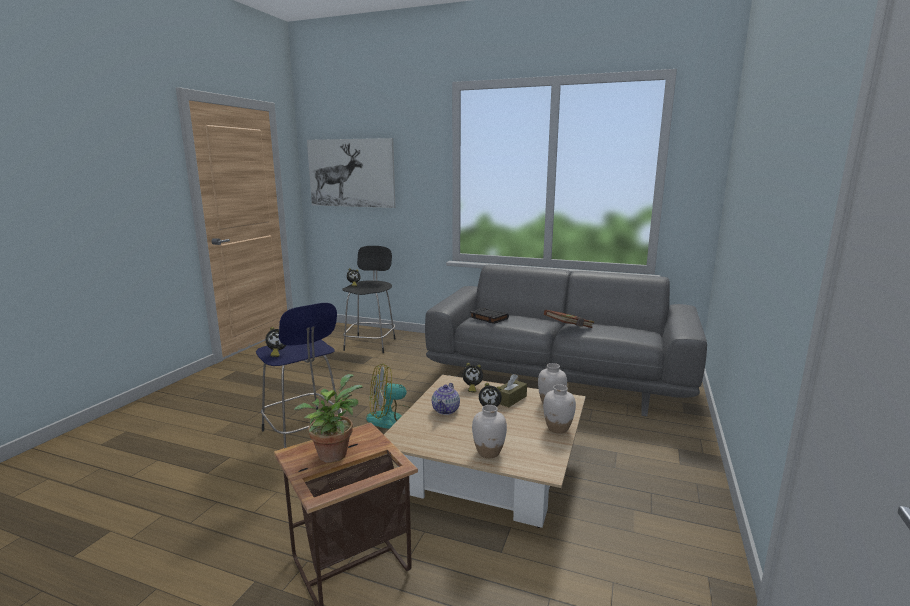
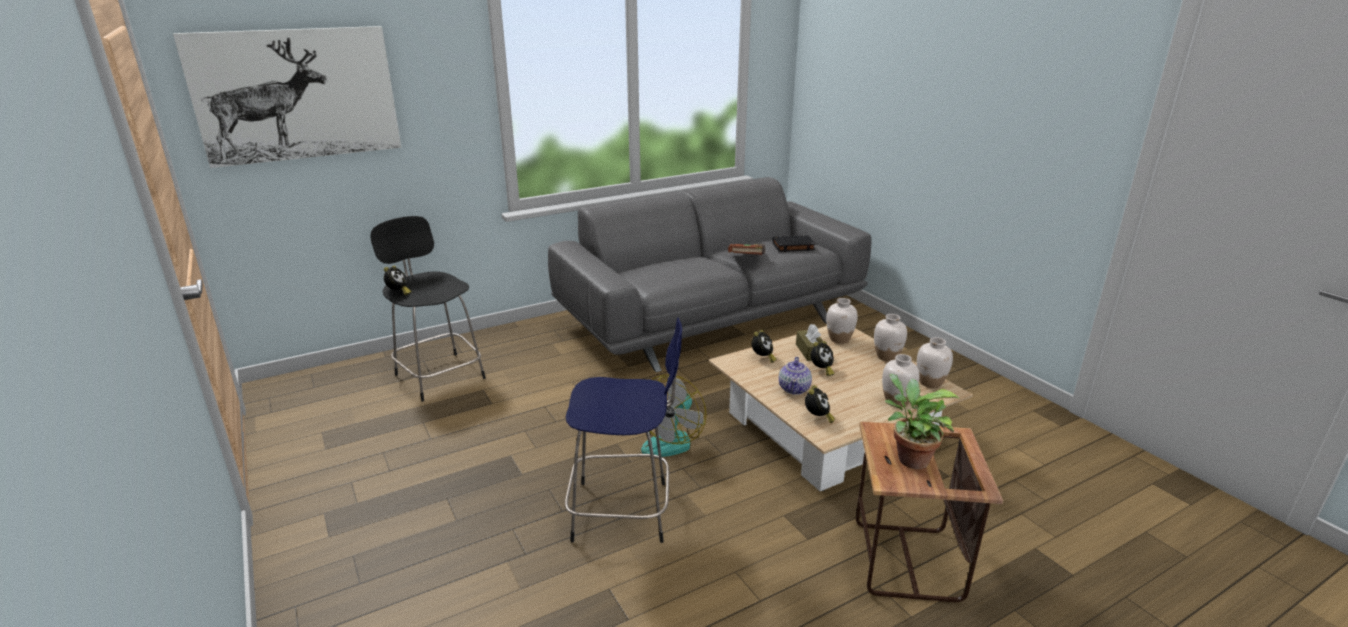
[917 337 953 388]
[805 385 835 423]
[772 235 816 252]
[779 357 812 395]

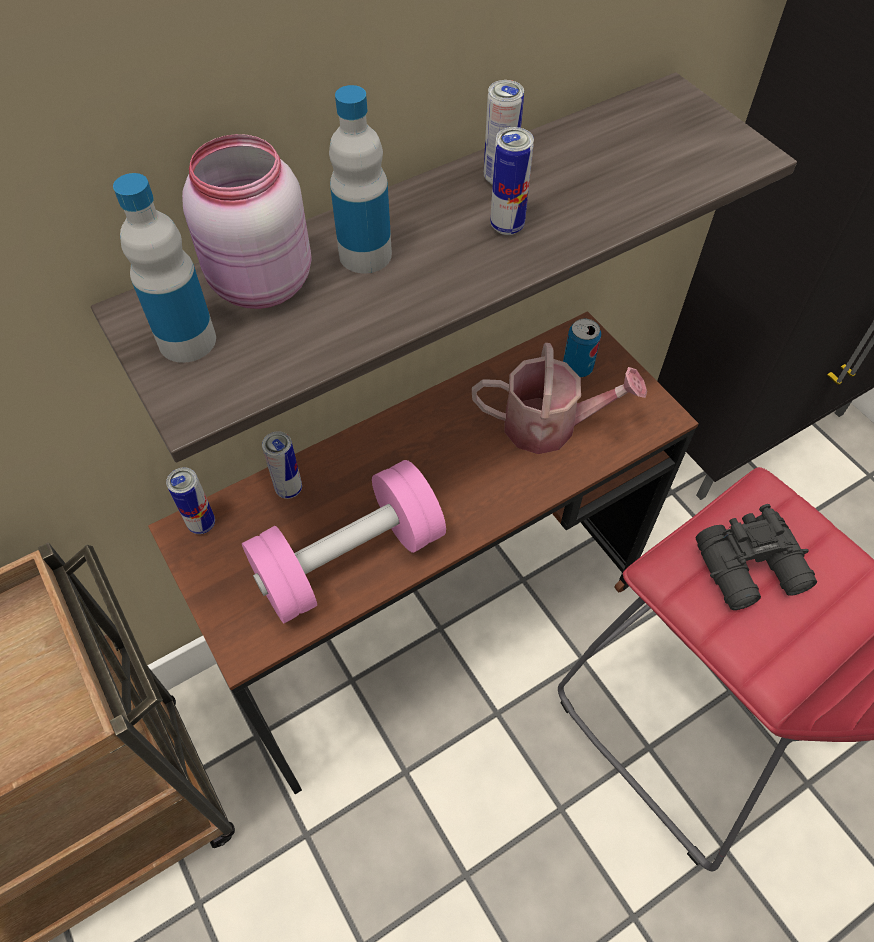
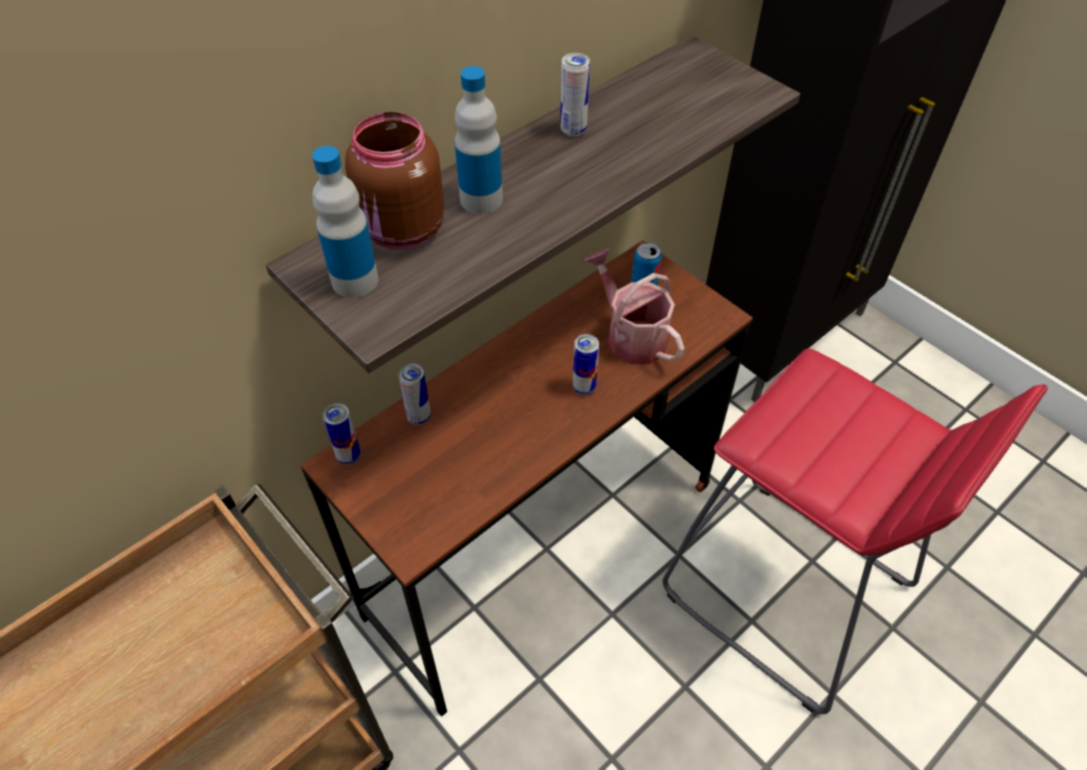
[242 460 446 624] (first image)
[696 504 817 610] (first image)
[573 334 599 395]
[345 112 445 250]
[584 249 685 364]

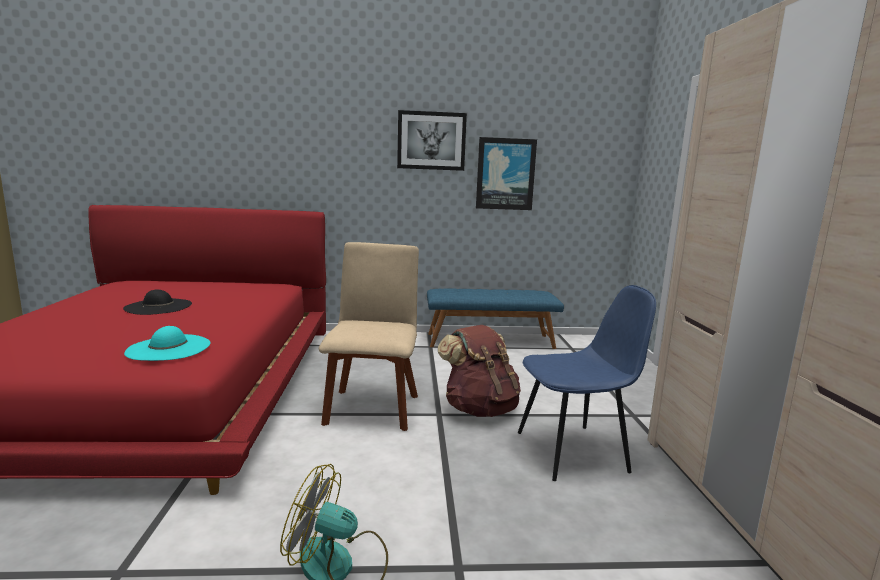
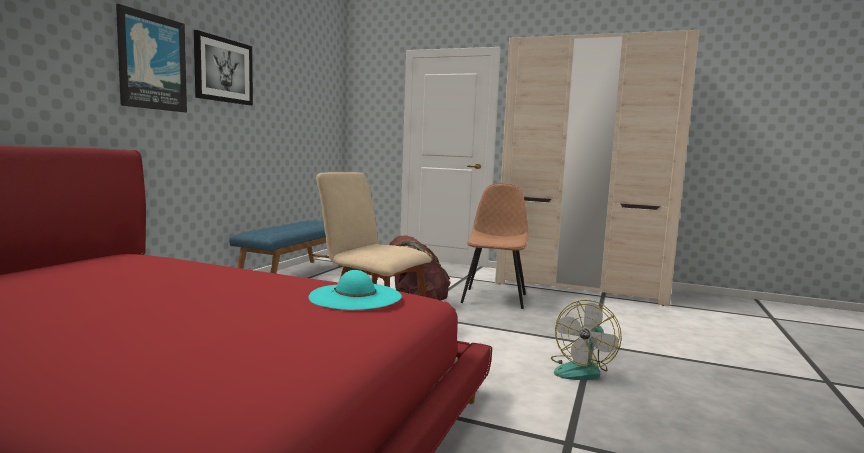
[123 290 192 315] (first image)
[116 4 187 113]
[461 183 528 309]

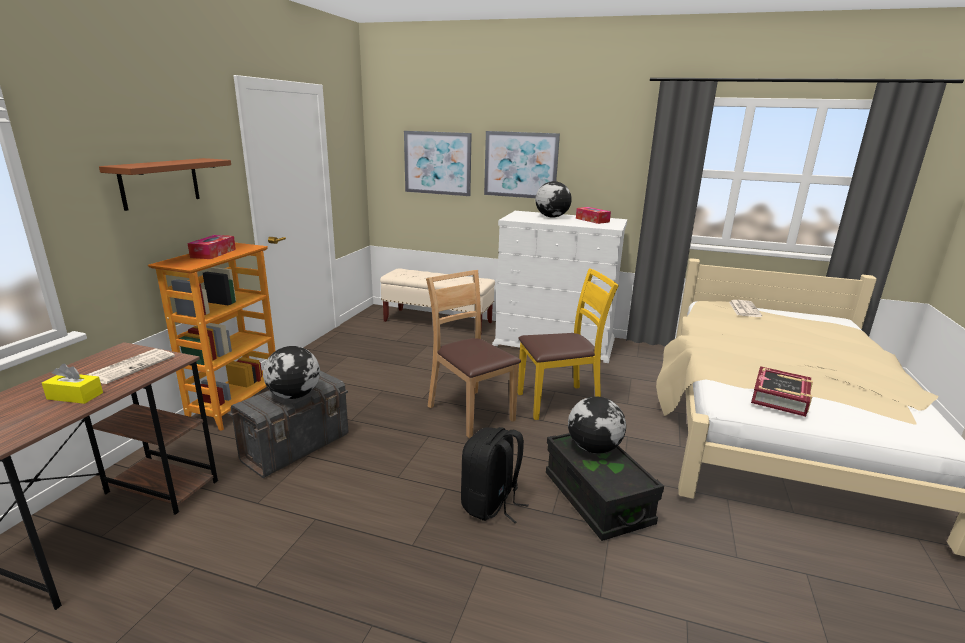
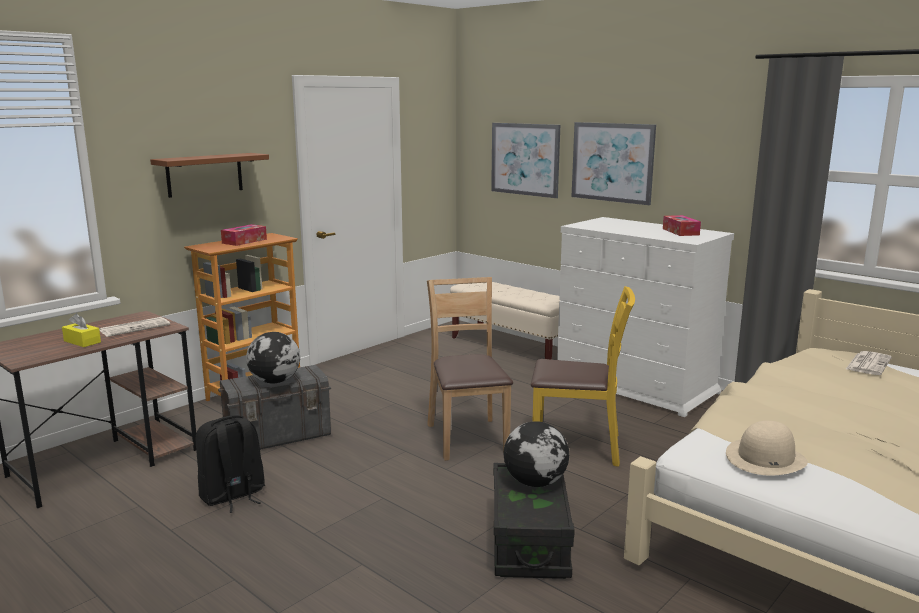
[535 181 572 218] (first image)
[196 415 265 513]
[726 421 808 476]

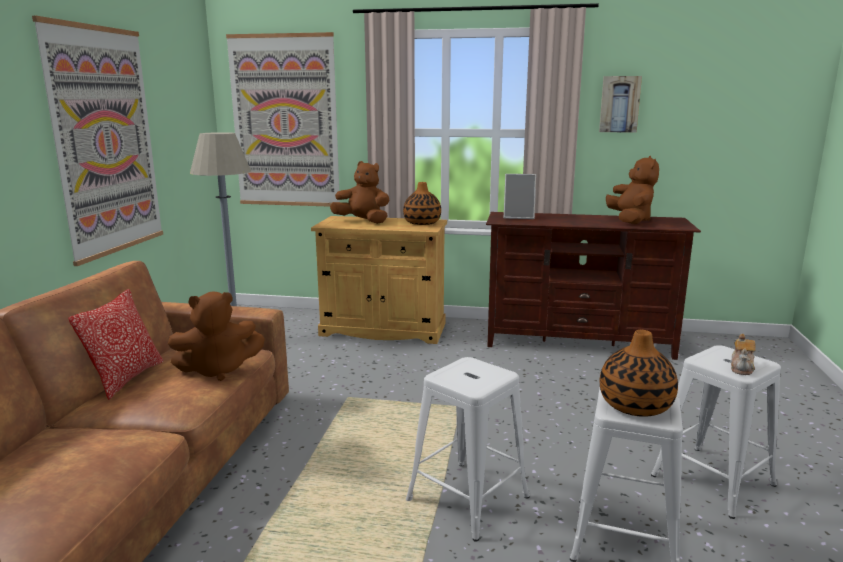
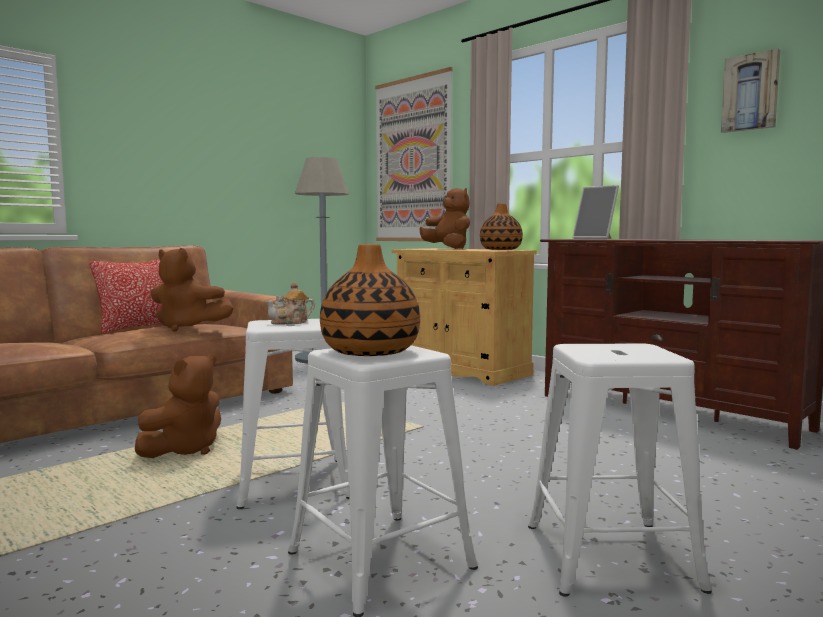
[32 16 163 266] (first image)
[135 353 221 458]
[265 282 315 325]

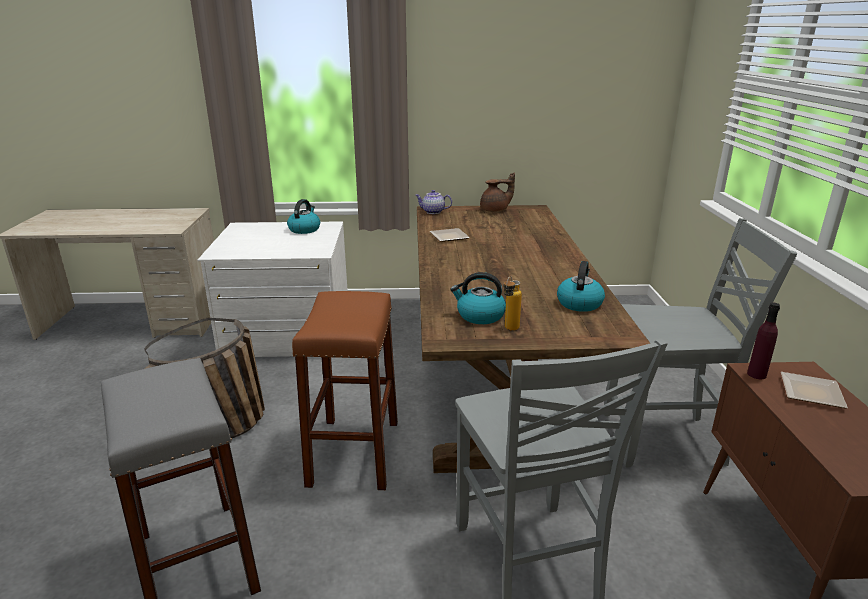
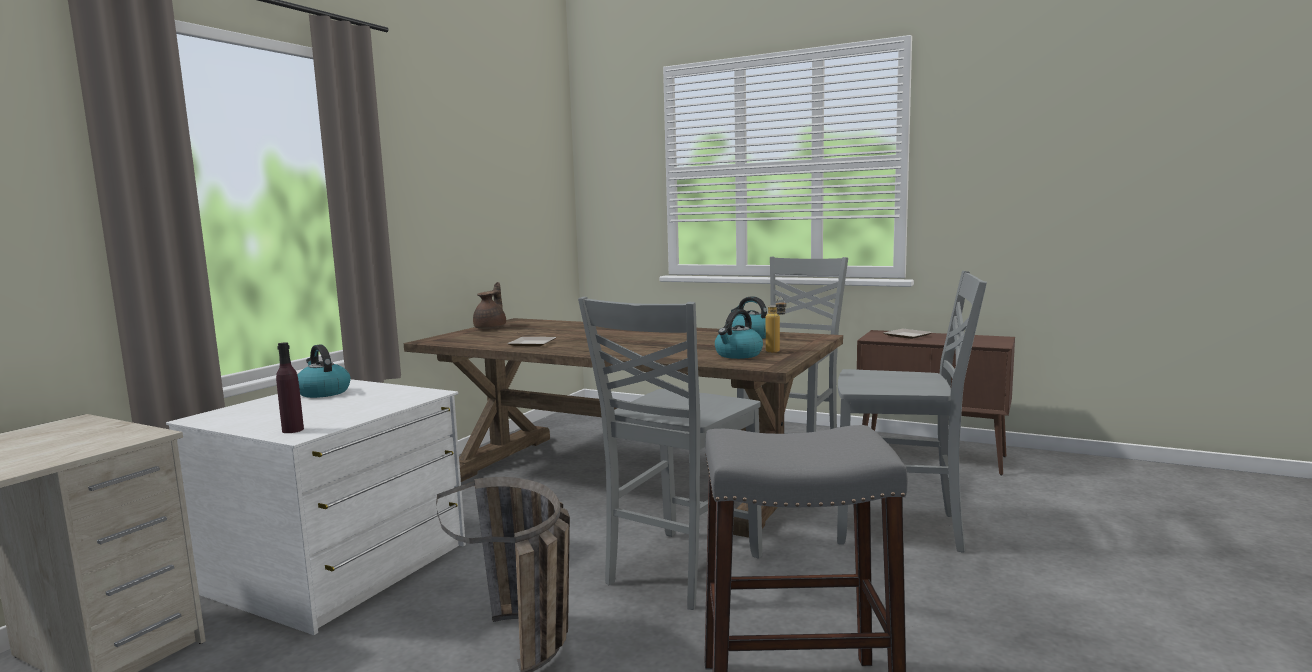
[415 190 452 214] (first image)
[276 342 304 433]
[578 297 762 610]

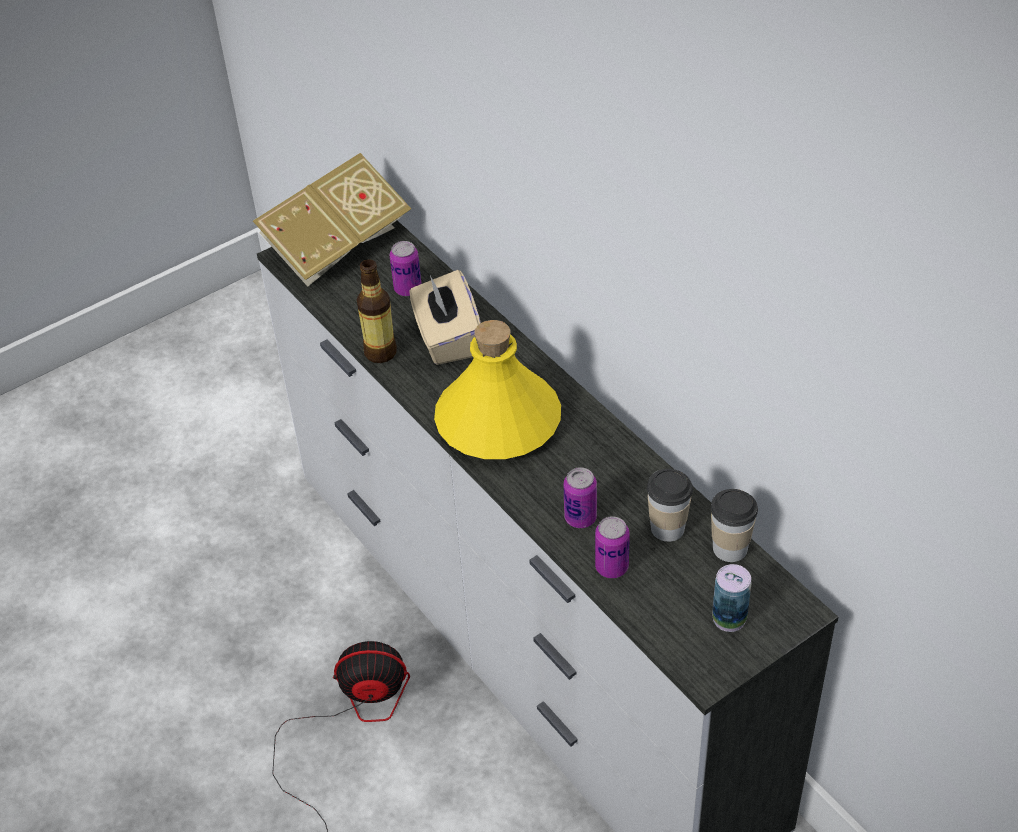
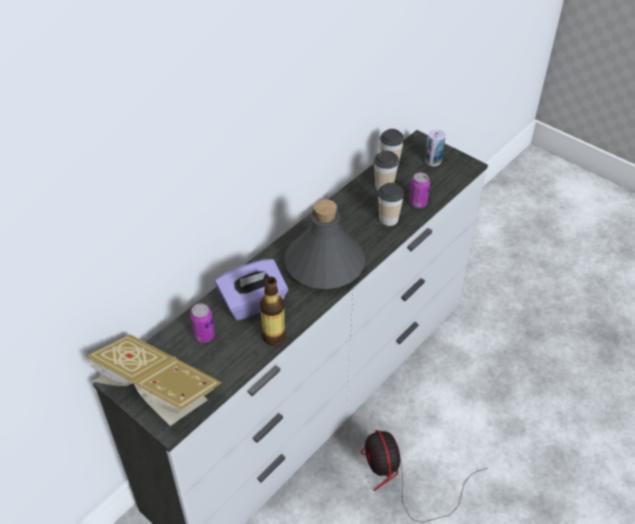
[378 183 404 226]
[215 259 288 321]
[284 199 365 289]

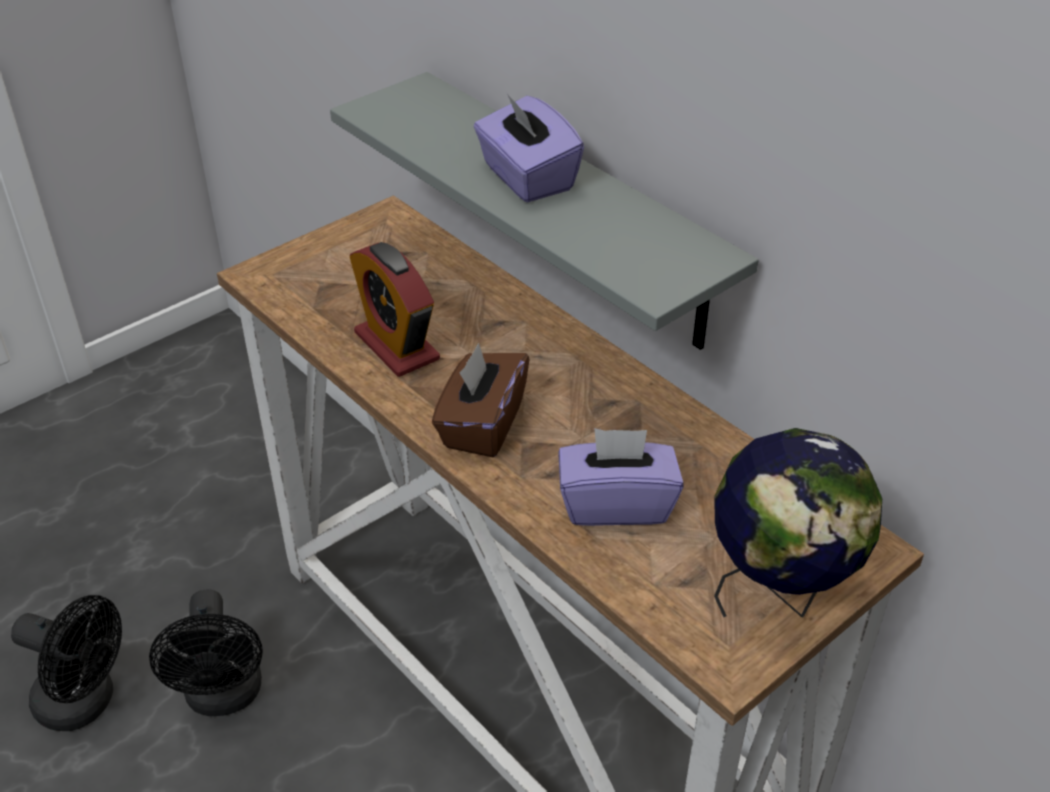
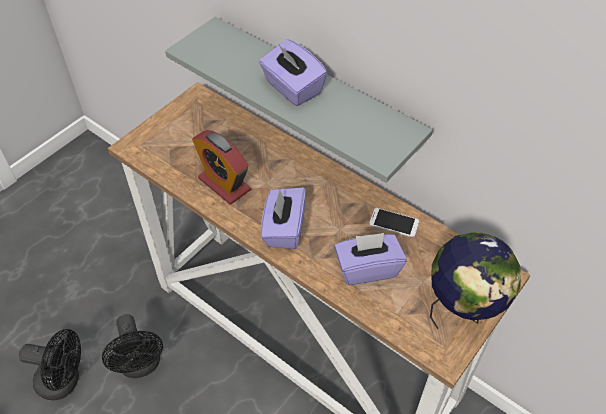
[369 208 420 237]
[261 187 306 249]

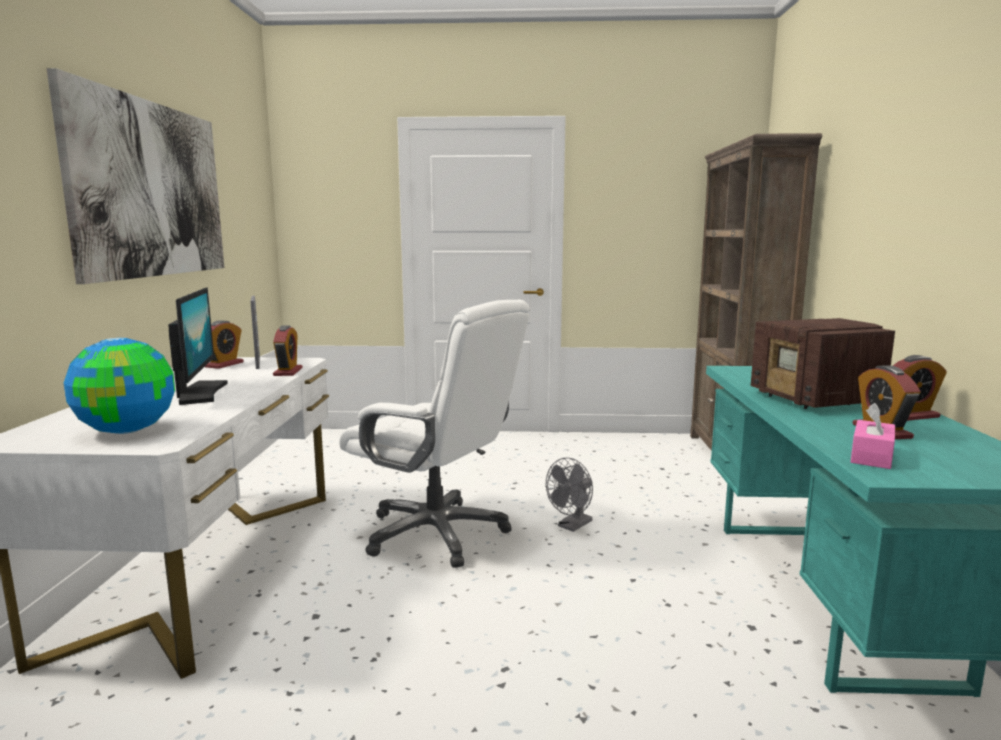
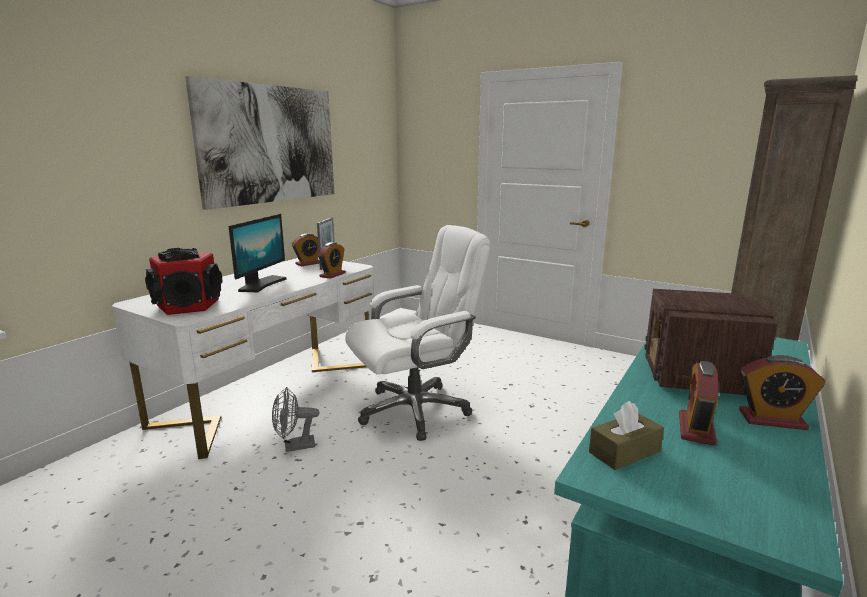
[272 387 319 452]
[145 248 222 315]
[589 401 664 470]
[345 225 490 441]

